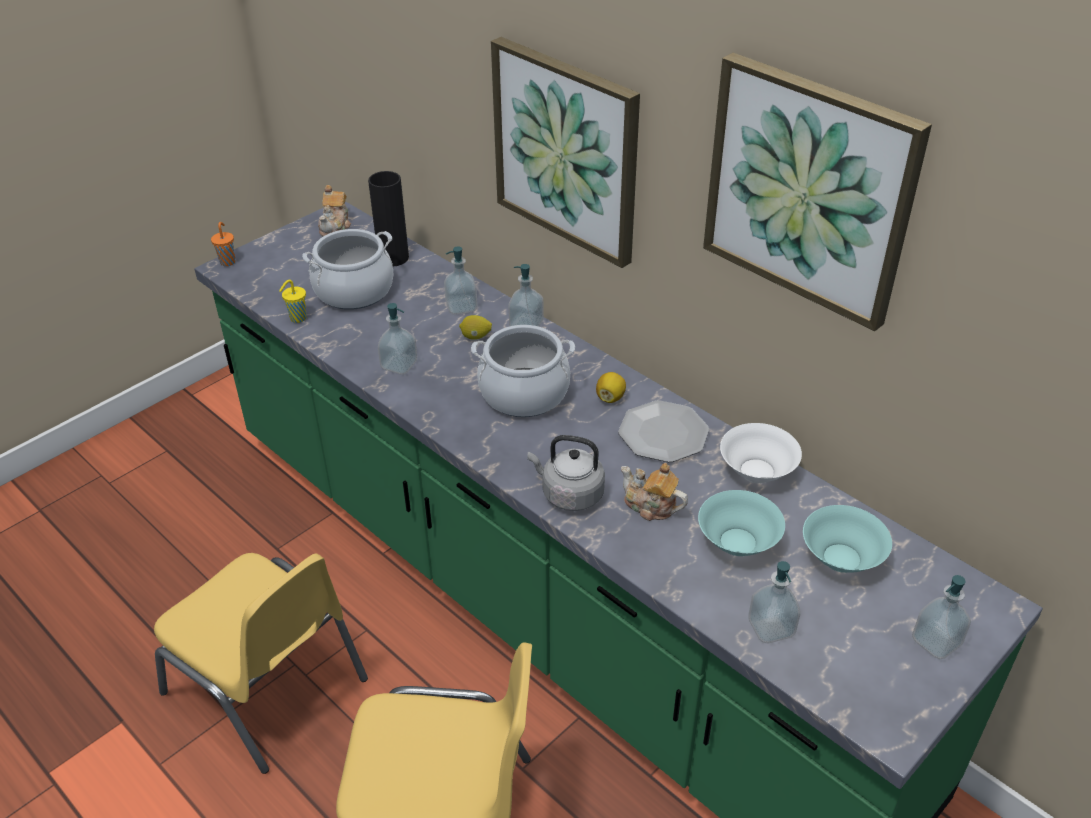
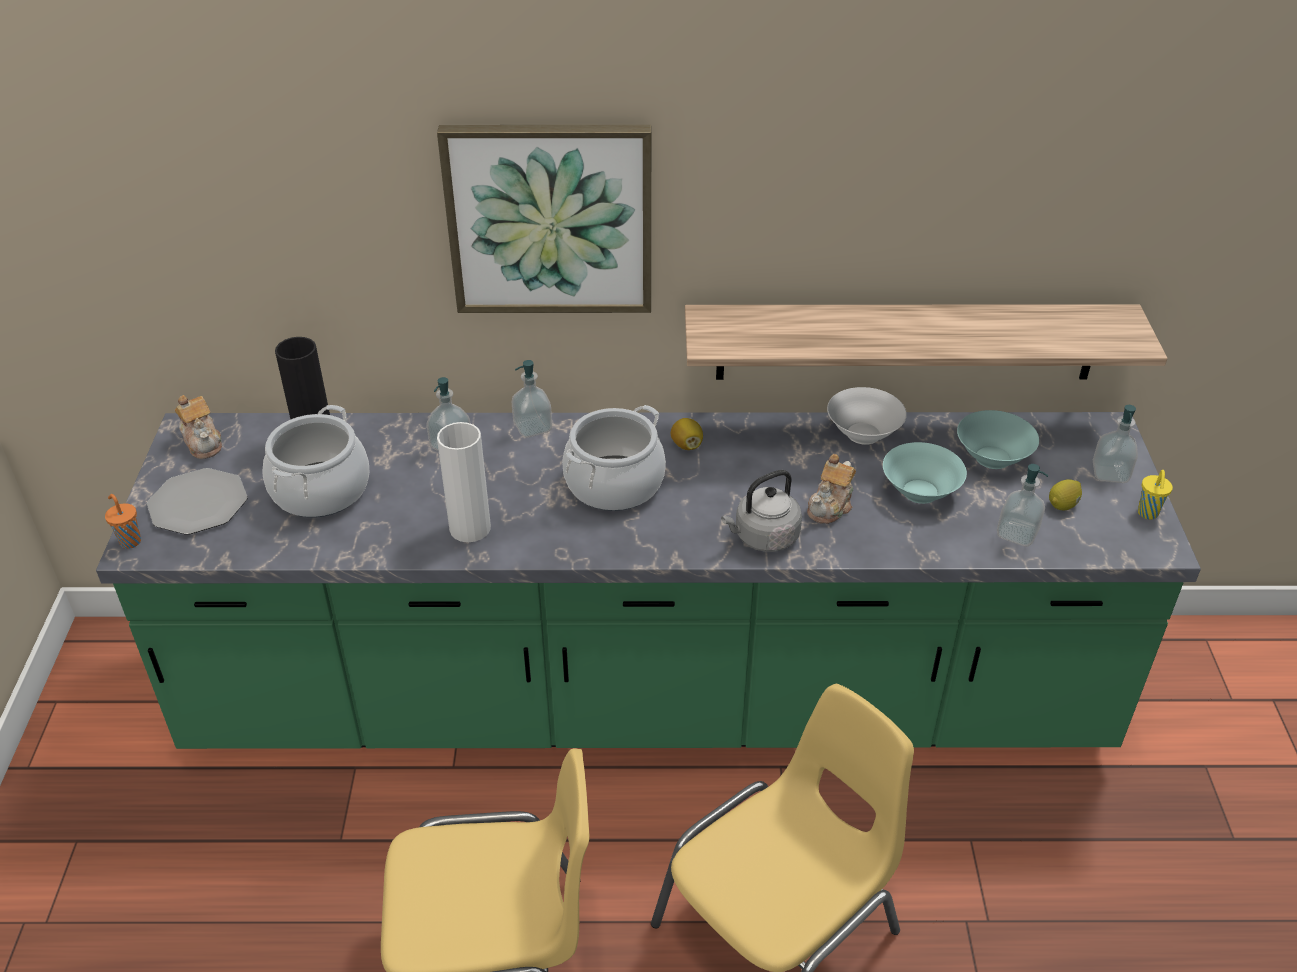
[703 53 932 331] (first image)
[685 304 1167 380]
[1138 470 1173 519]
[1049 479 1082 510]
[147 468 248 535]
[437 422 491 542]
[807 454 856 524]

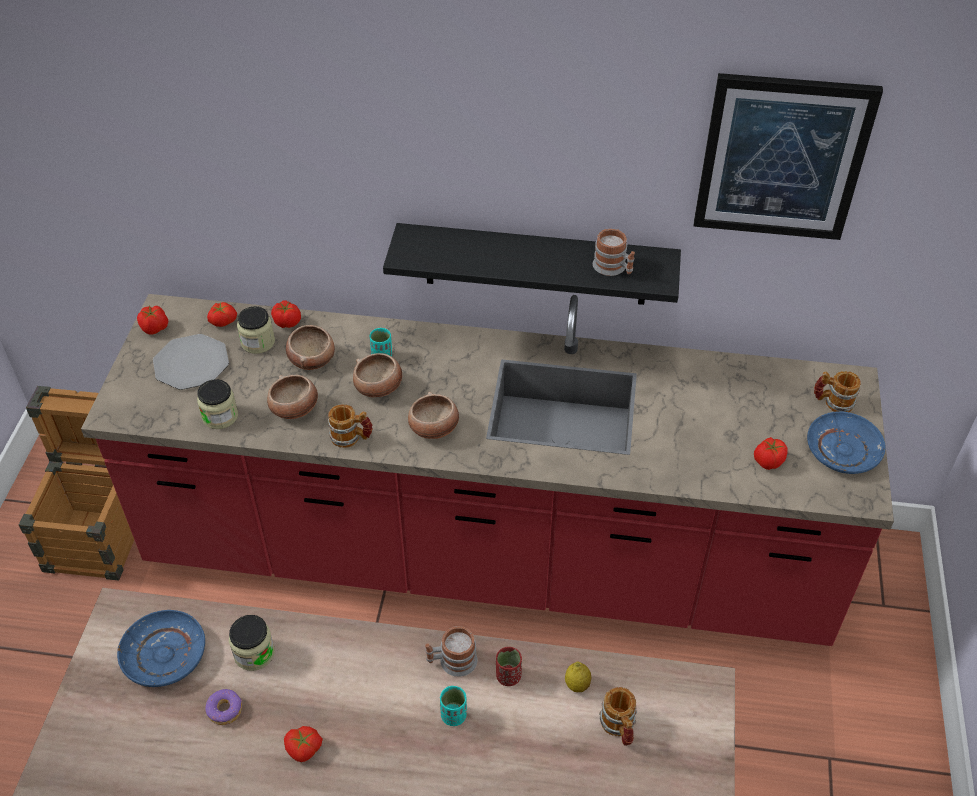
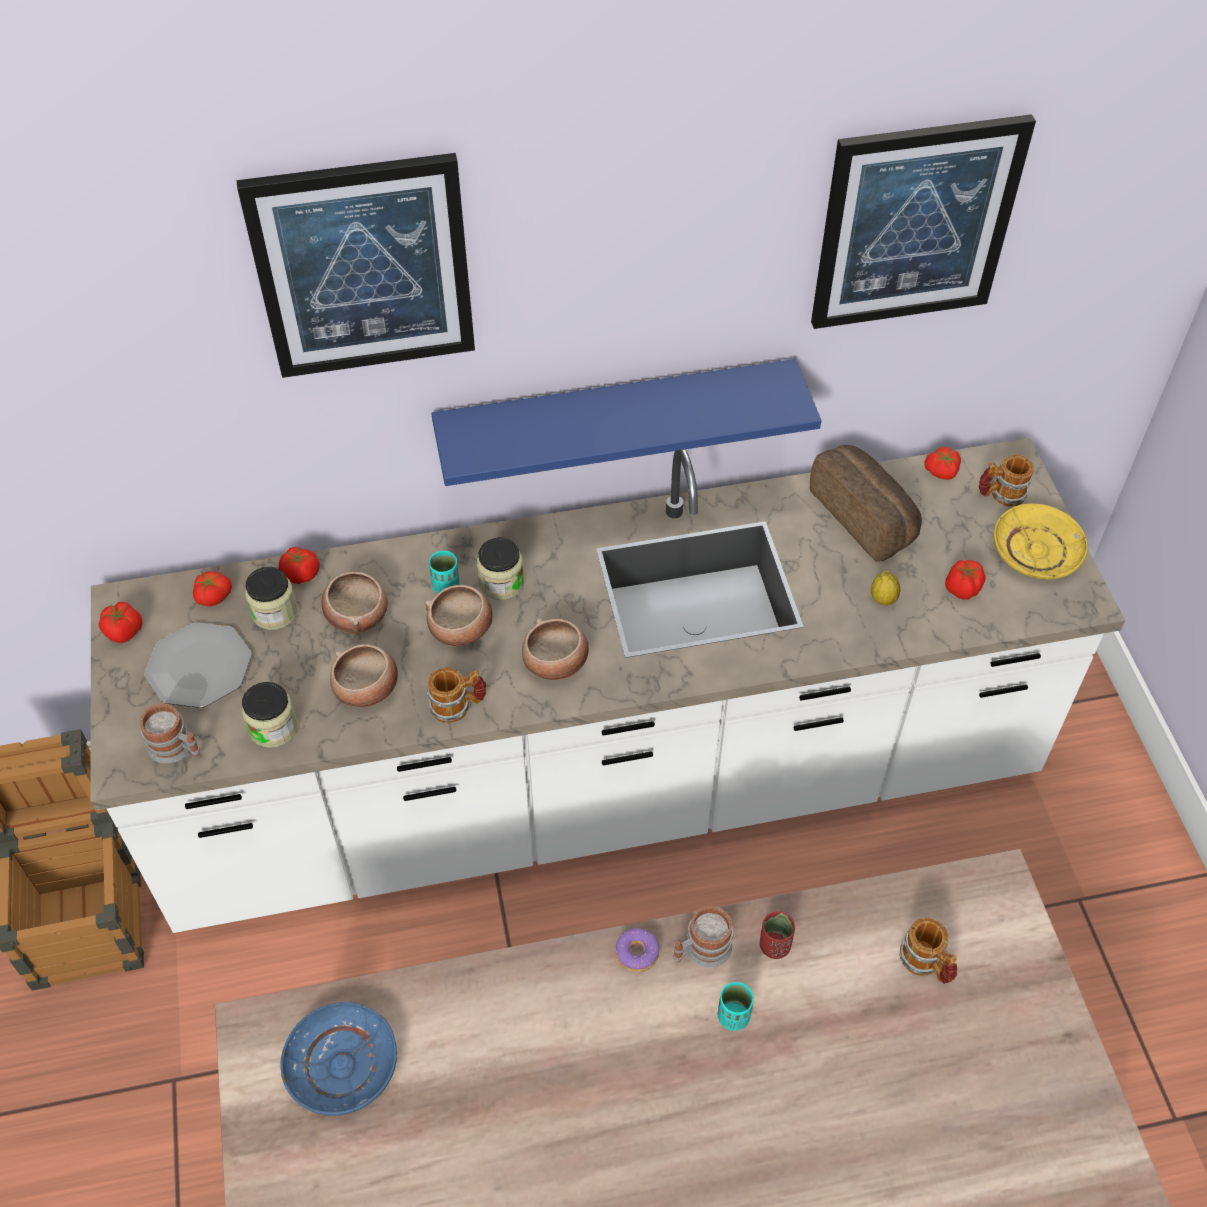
[237 153 475 378]
[810 445 922 562]
[616 928 659 972]
[477 537 524 600]
[924 447 961 480]
[871 571 901 605]
[140 704 200 764]
[91 438 1125 933]
[431 359 821 486]
[994 504 1088 580]

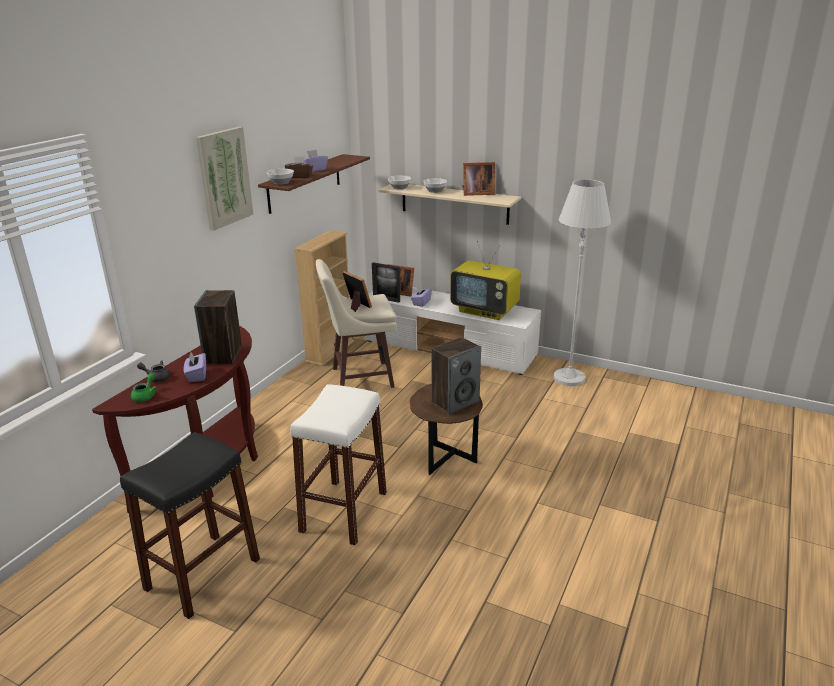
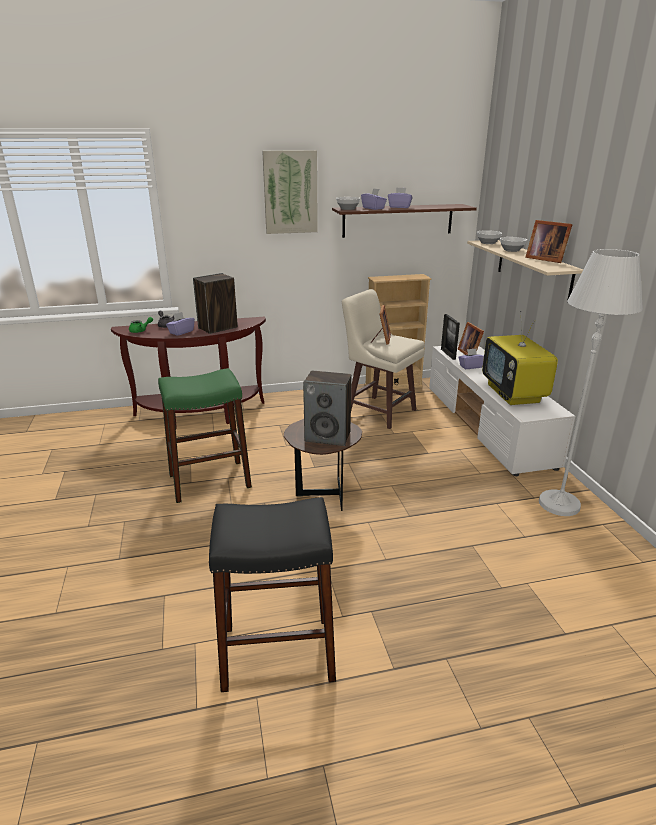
[209 497 336 692]
[361 188 387 210]
[158 368 252 503]

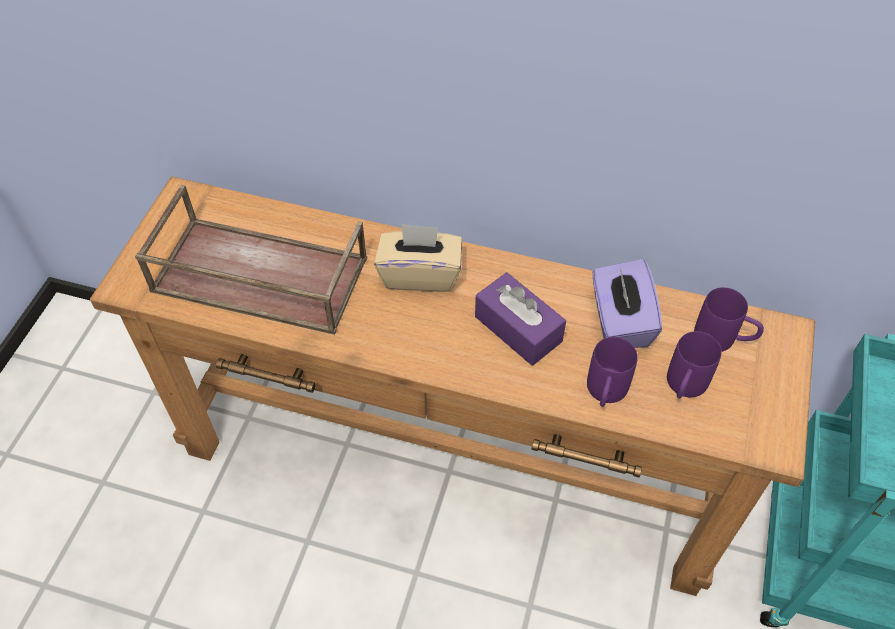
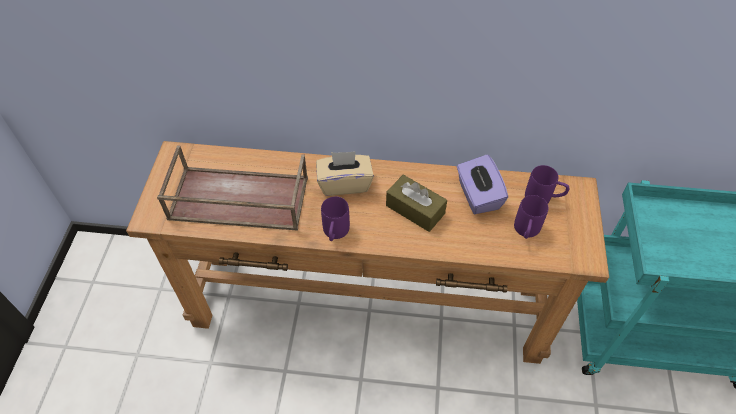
[321 197 350 241]
[386 175 447 232]

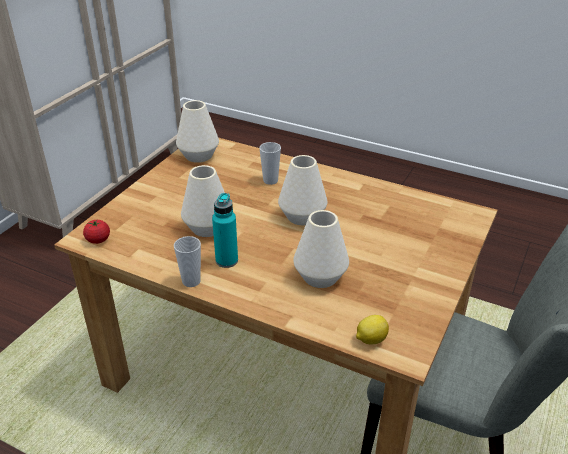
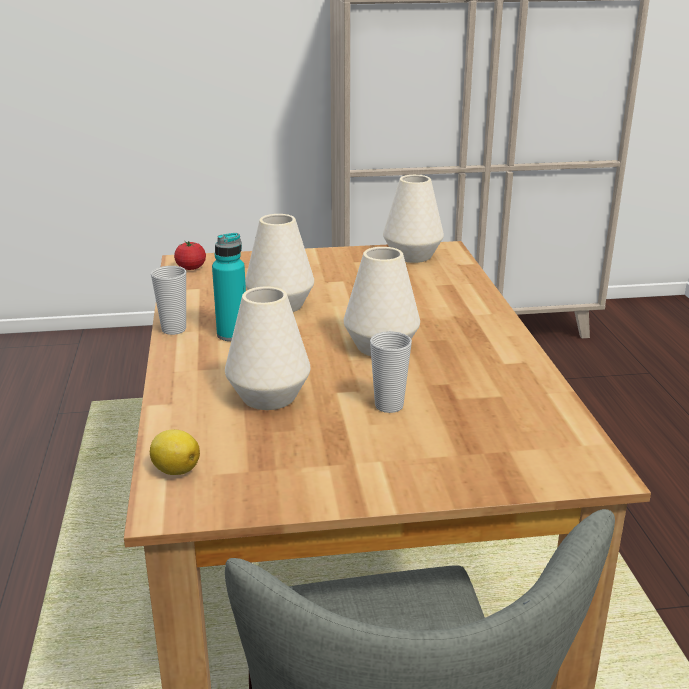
[370 331 412 413]

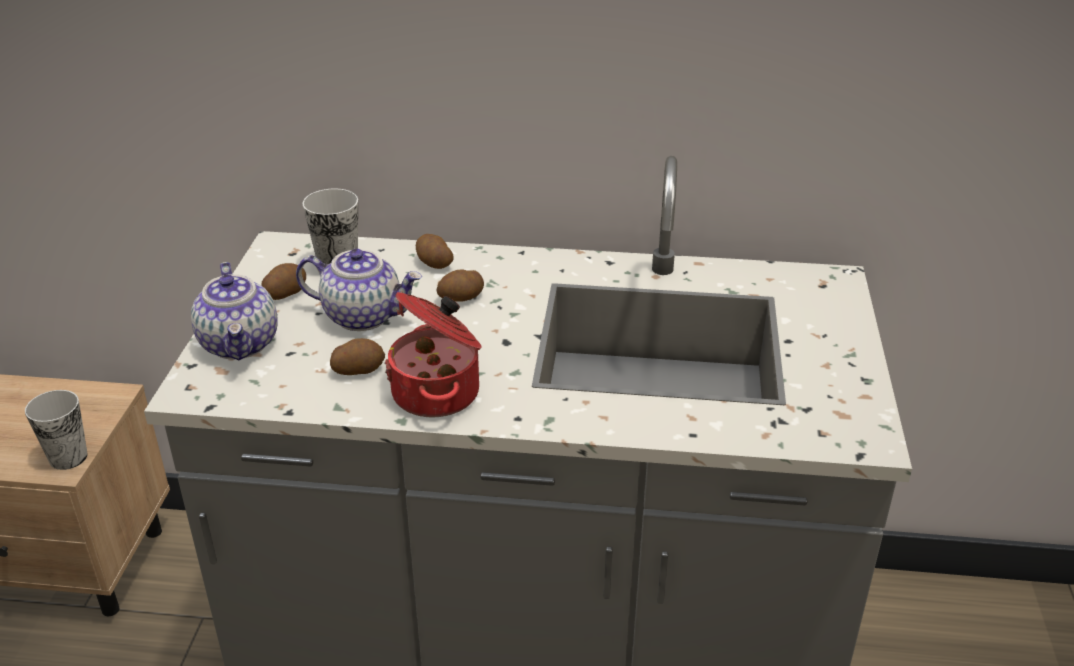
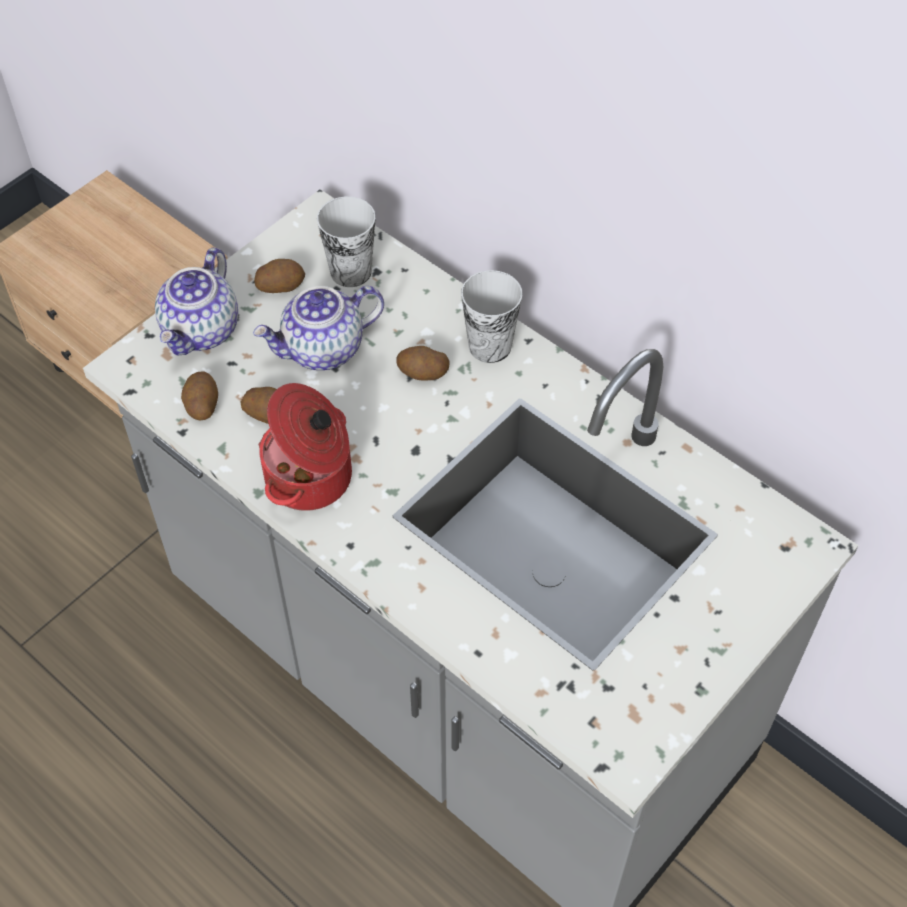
[461 270 523 363]
[181 371 218 420]
[253 286 384 370]

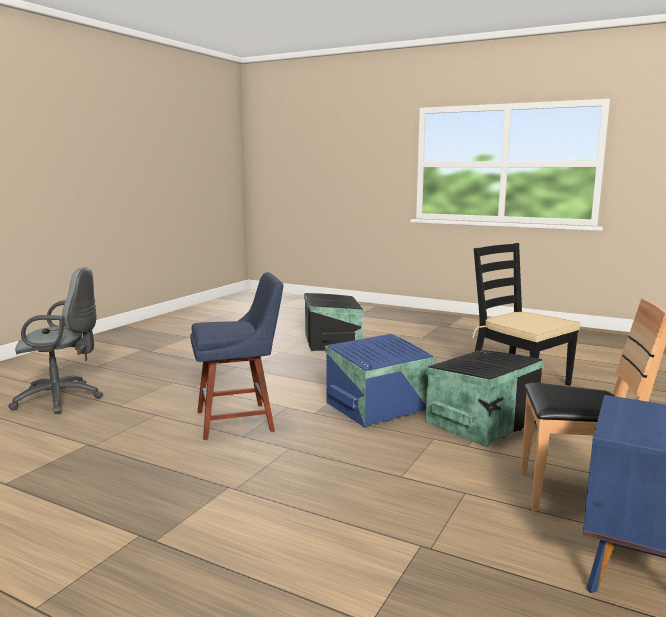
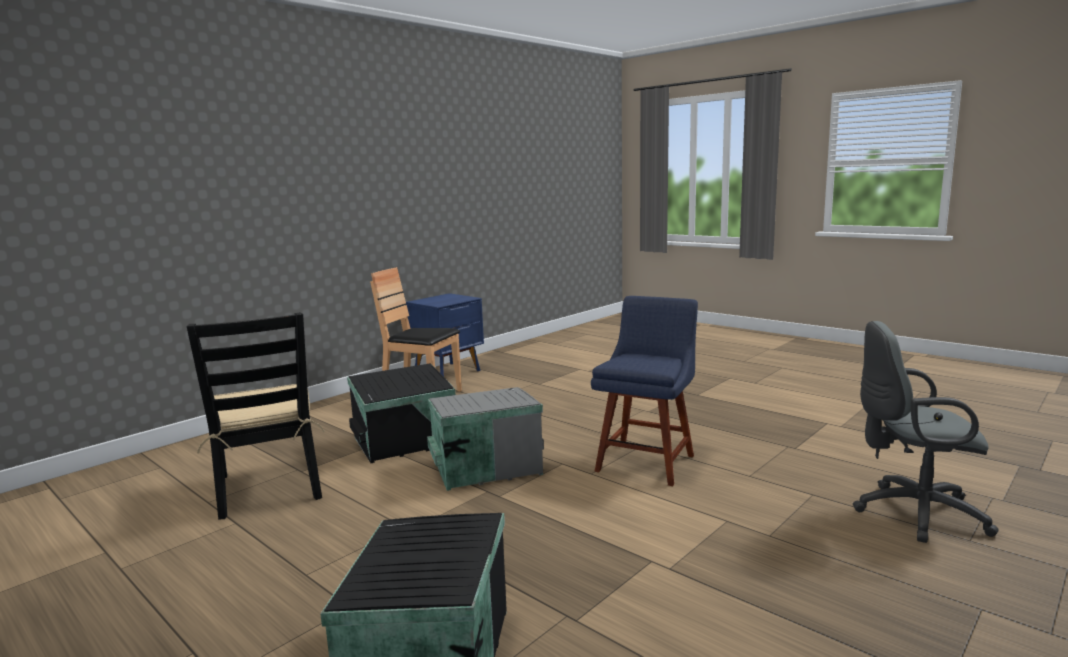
[427 387 544 491]
[591 296 698 486]

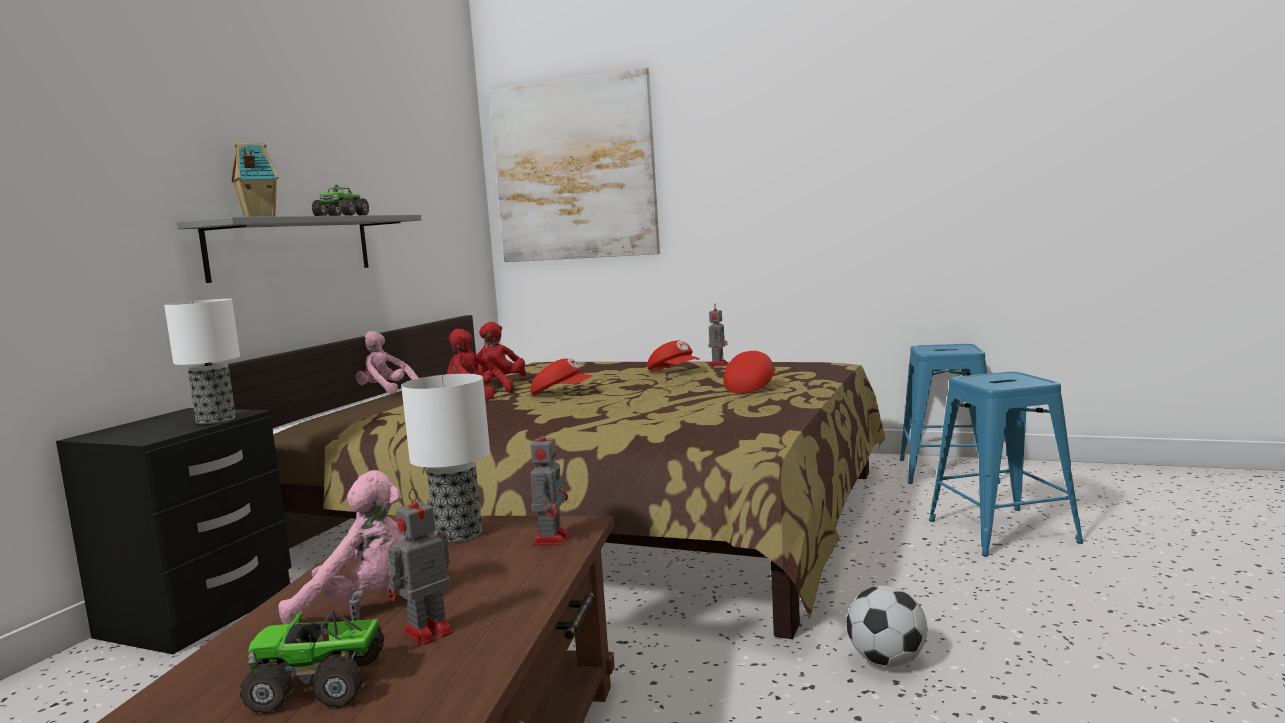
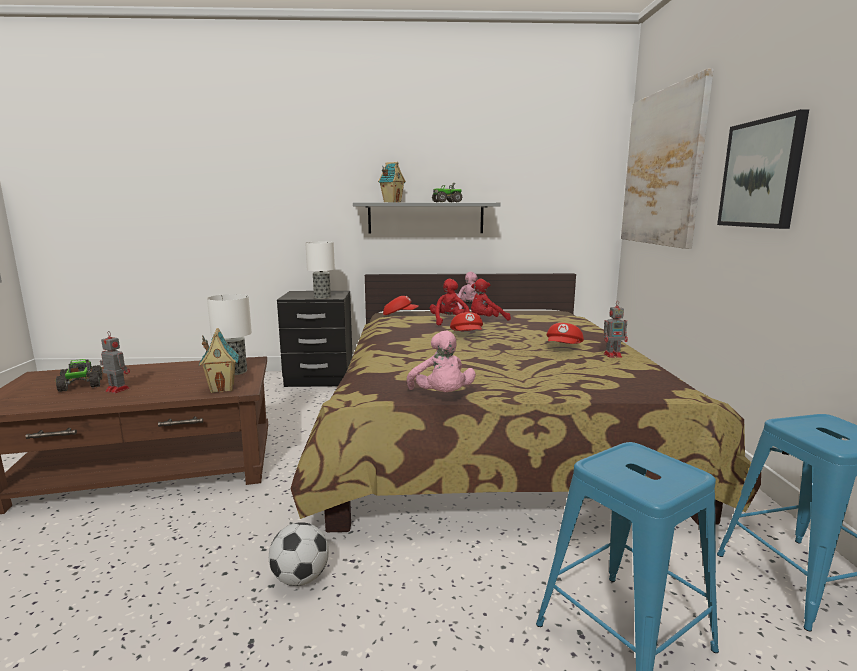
[717 109 809 229]
[407 330 476 392]
[383 296 419 315]
[199 328 239 393]

